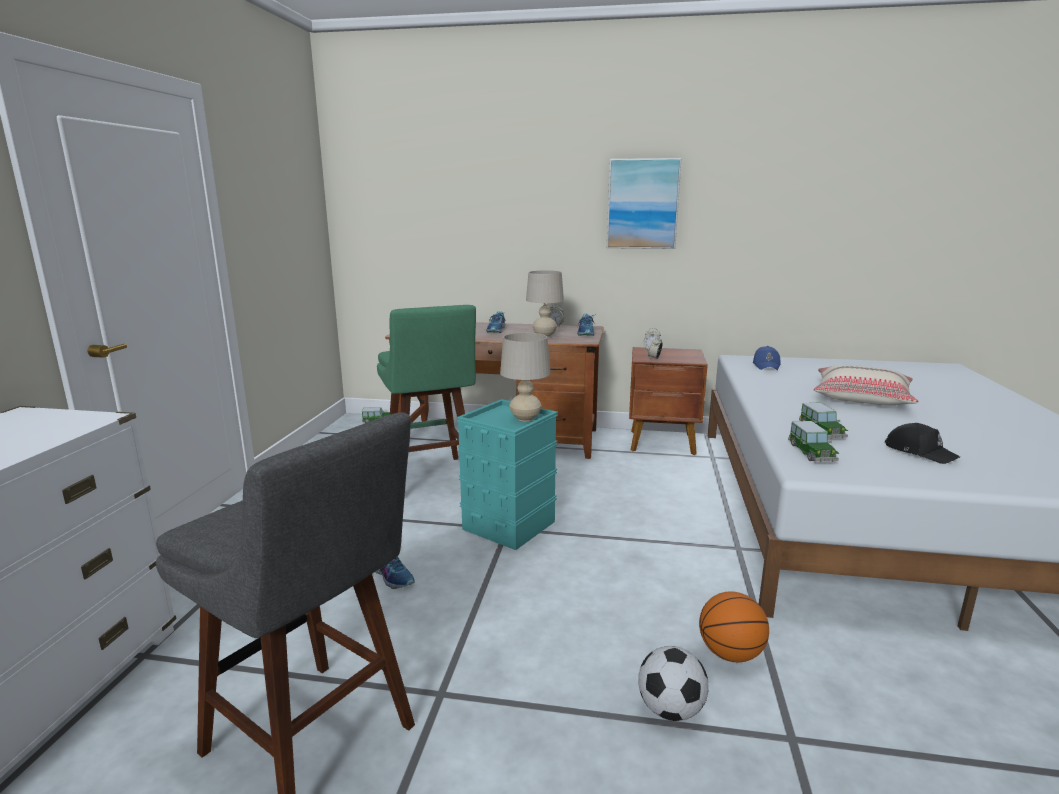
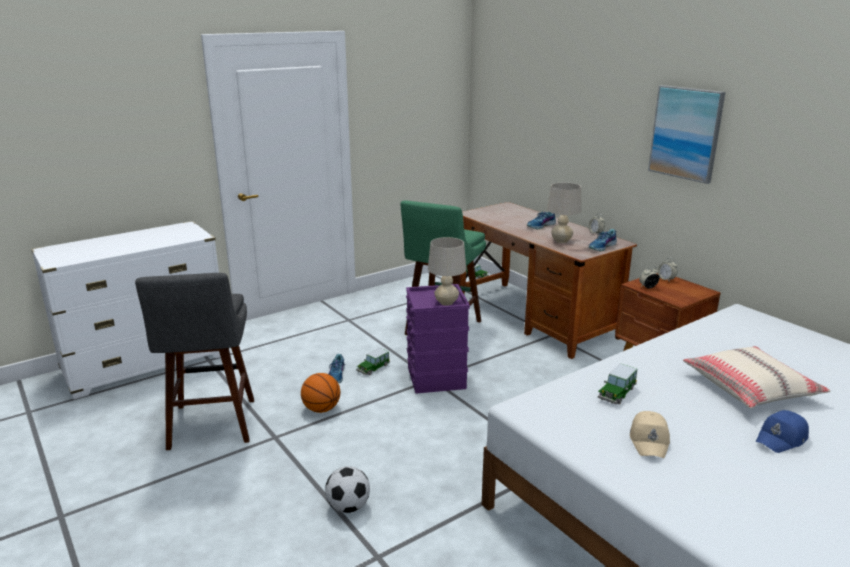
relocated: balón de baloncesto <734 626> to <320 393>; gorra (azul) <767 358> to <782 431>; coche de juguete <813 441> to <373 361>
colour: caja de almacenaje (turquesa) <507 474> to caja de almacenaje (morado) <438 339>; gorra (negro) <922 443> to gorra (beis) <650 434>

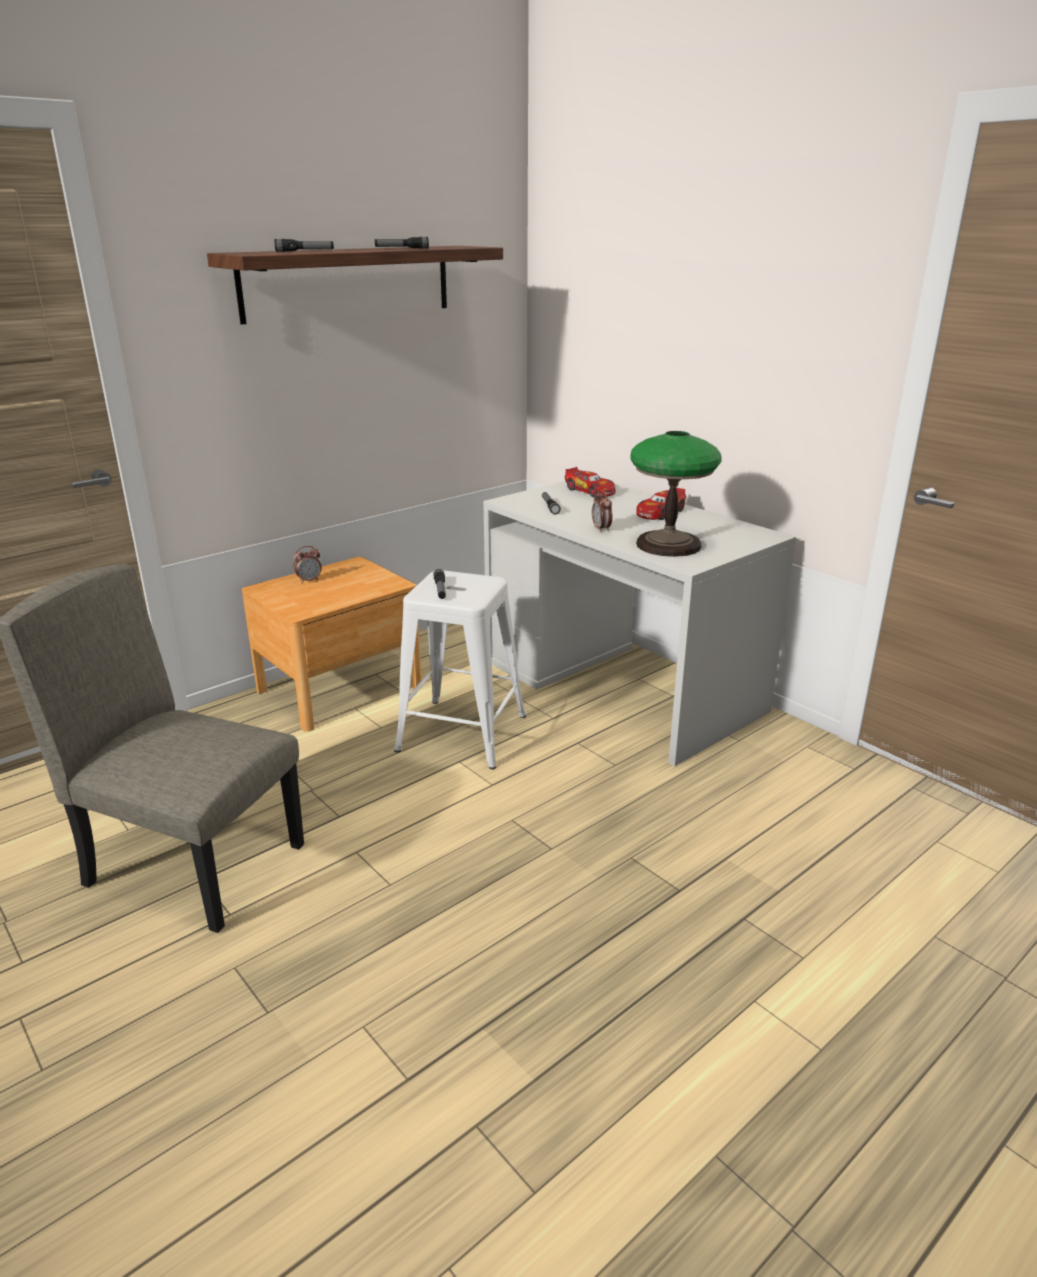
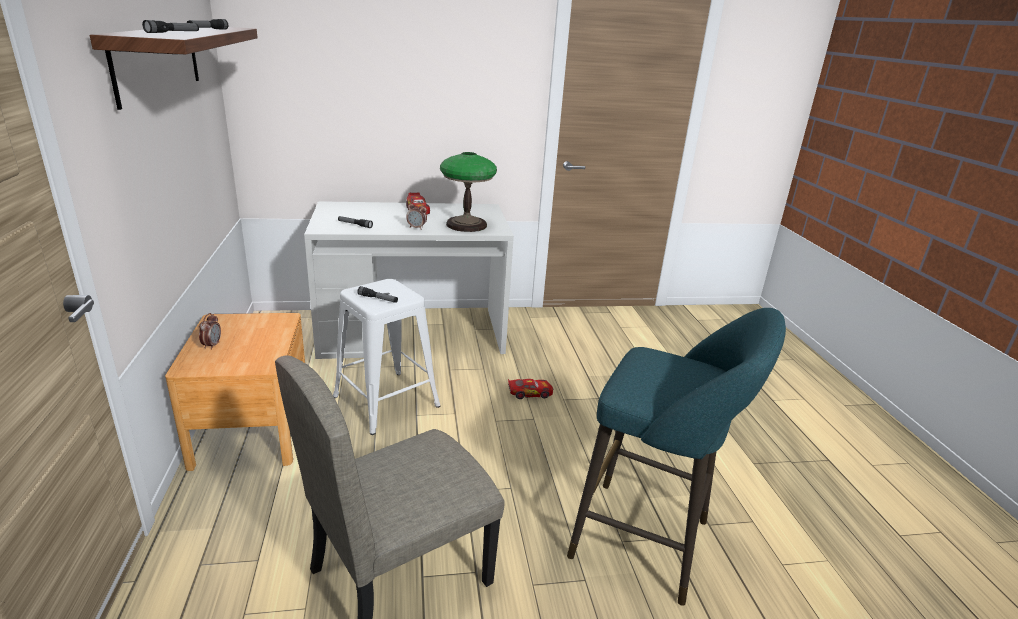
appeared: taburete (turquesa) <676 457>
relocated: coche de juguete <590 482> to <530 389>

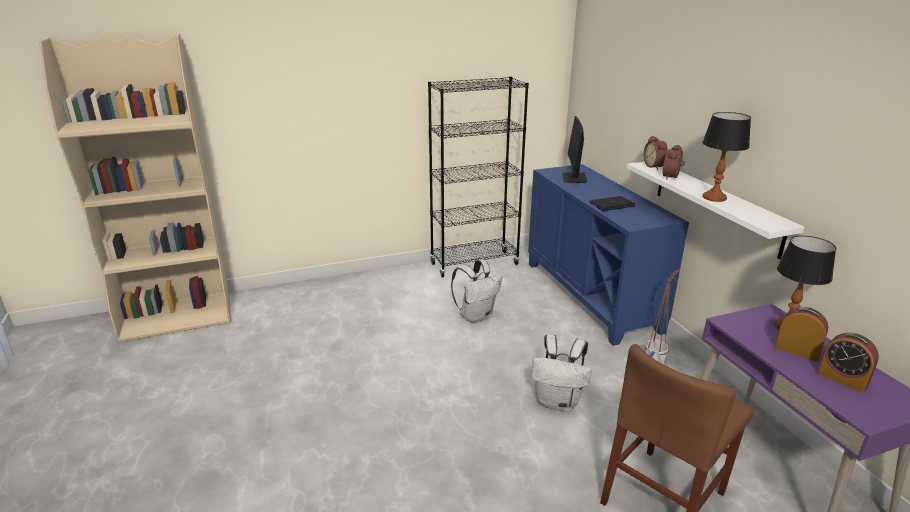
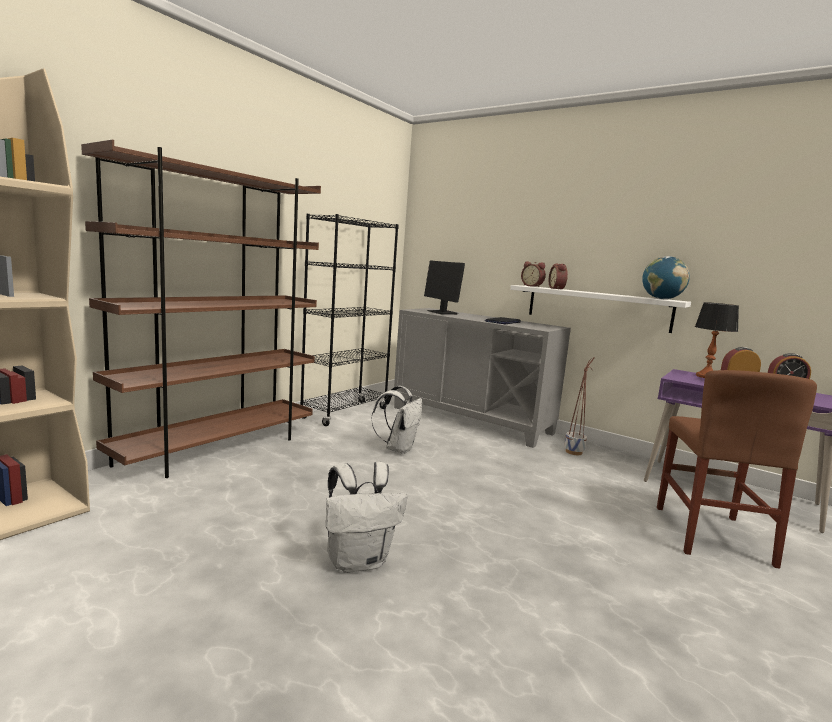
missing: lámpara de mesa <726 157>
appeared: estantería (marrón) <201 309>; globo terráqueo <666 277>
relocated: mochila (blanco) <561 372> to <366 517>
colour: armario (azul) <608 255> to armario (gris) <482 378>

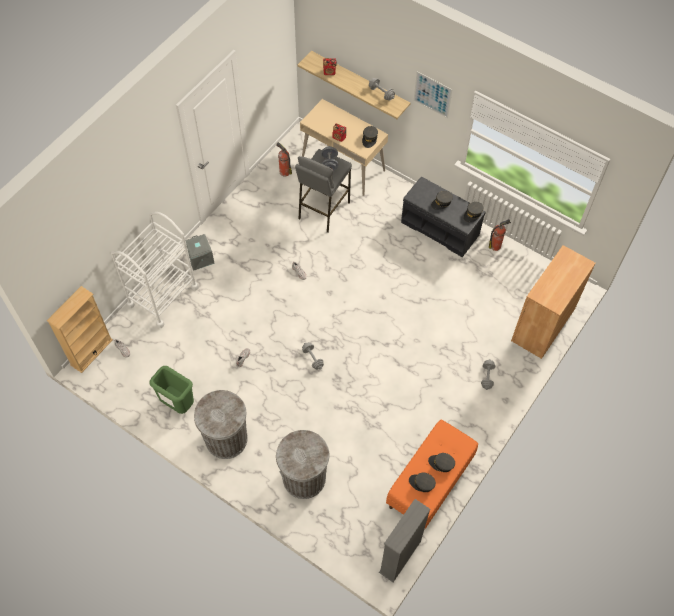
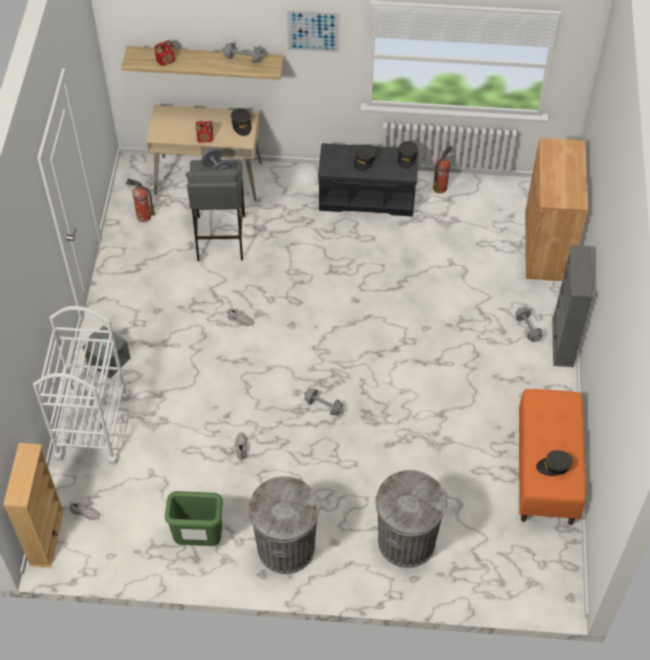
missing: gorra (gris) <441 462>
relocated: estantería (gris) <404 540> to <572 306>

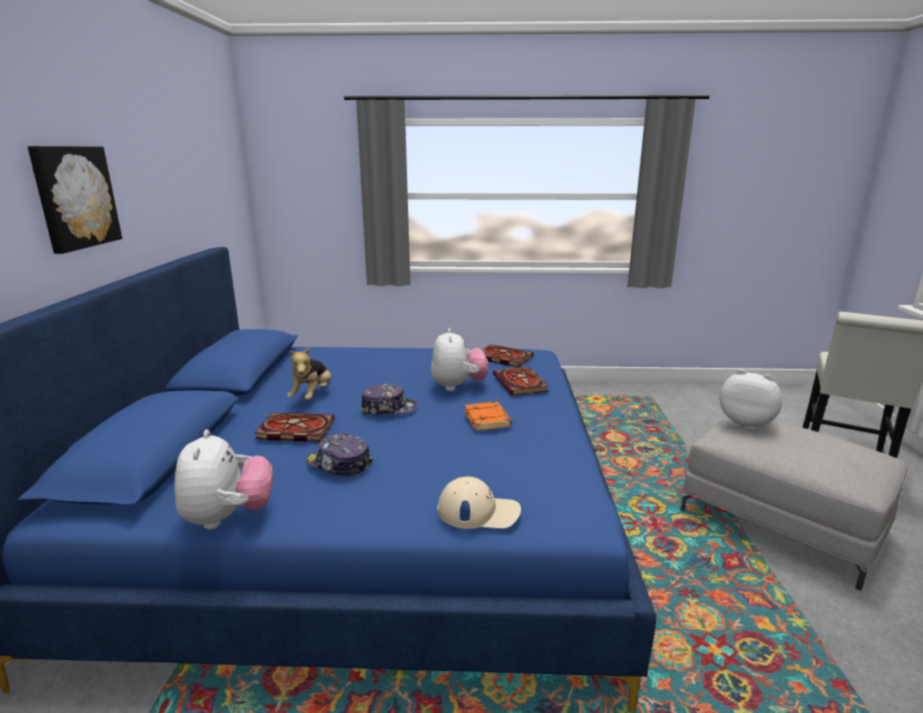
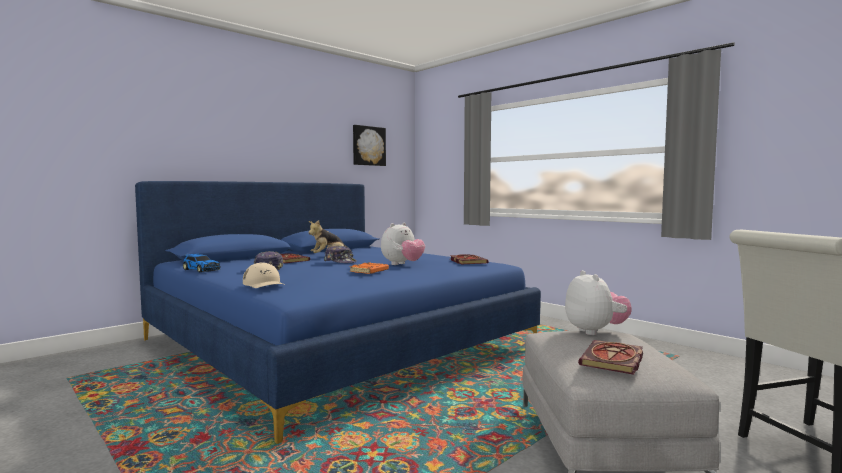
relocated: cuadro <75 200> to <369 145>; libro <521 381> to <610 357>
exchanged: peluche <224 479> to coche de juguete <202 263>

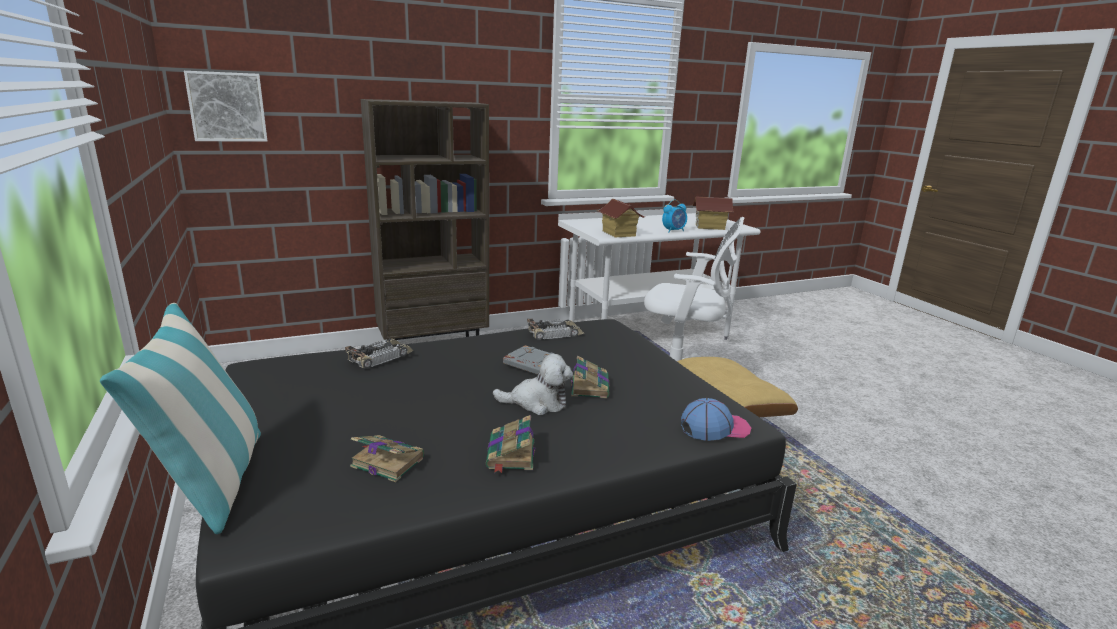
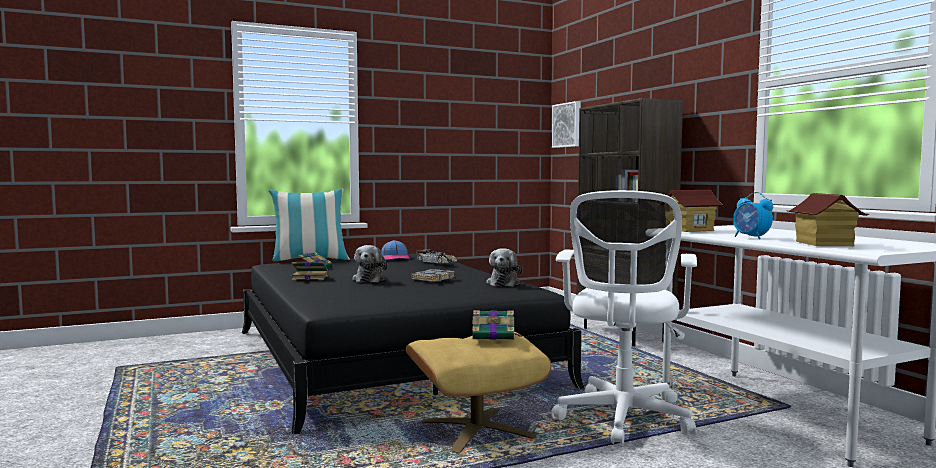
relocated: libro <590 377> to <496 325>; gorra <716 419> to <395 250>
exchanged: coche de juguete <555 329> to peluche <504 267>

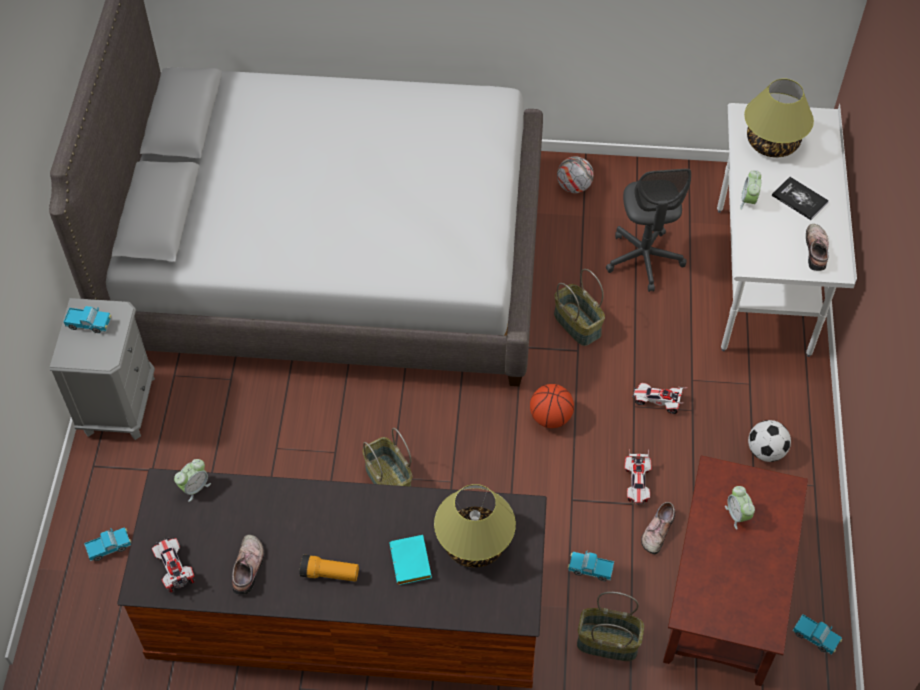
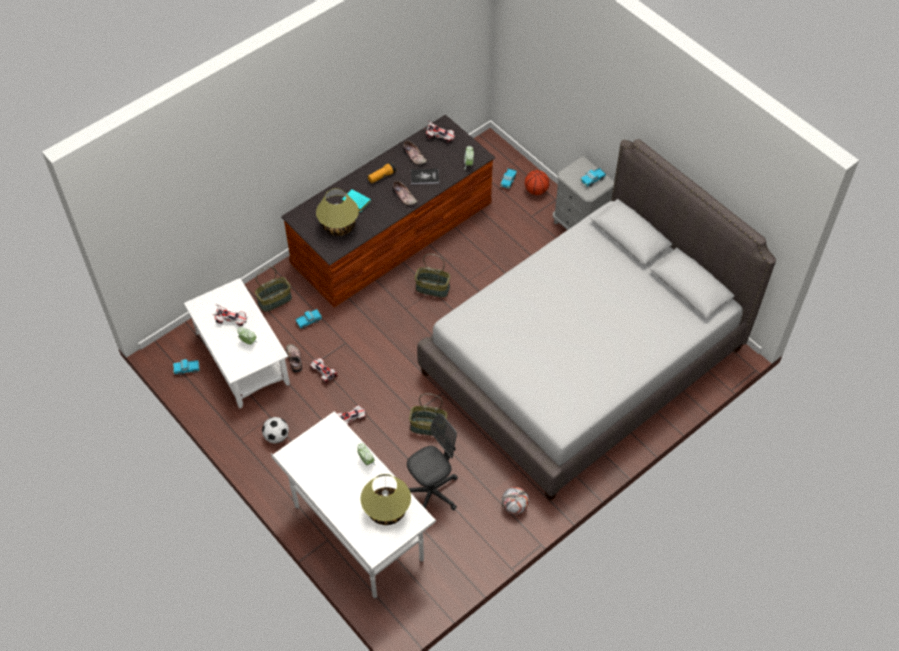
appeared: coche de juguete <230 315>
relocated: balón de baloncesto <552 406> to <537 182>; libro <800 198> to <425 177>; zapato <817 247> to <405 193>
colour: mesa de centro (marrón) <735 570> to mesa de centro (blanco) <237 343>
spun: silla de oficina (gris) <648 230> = <432 462> 105 degrees clockwise

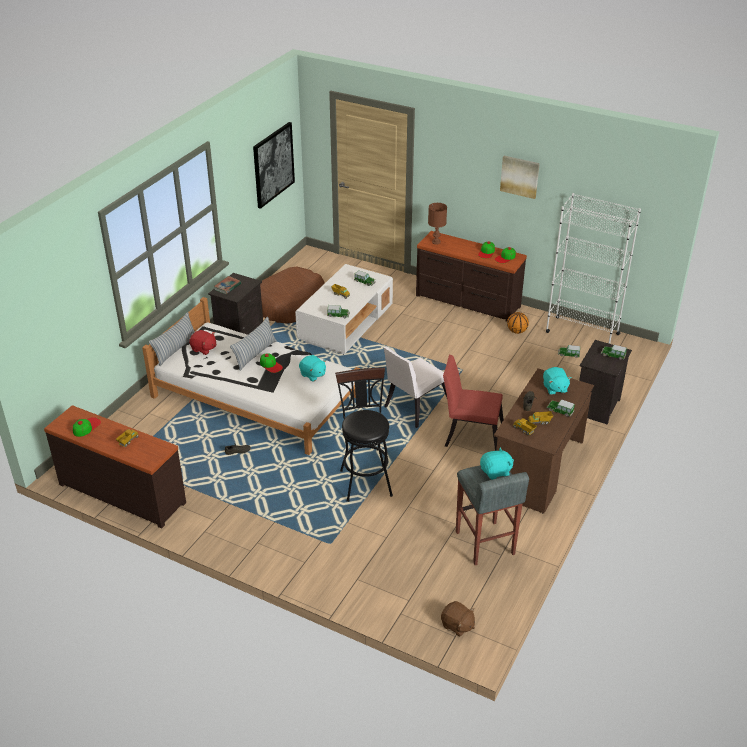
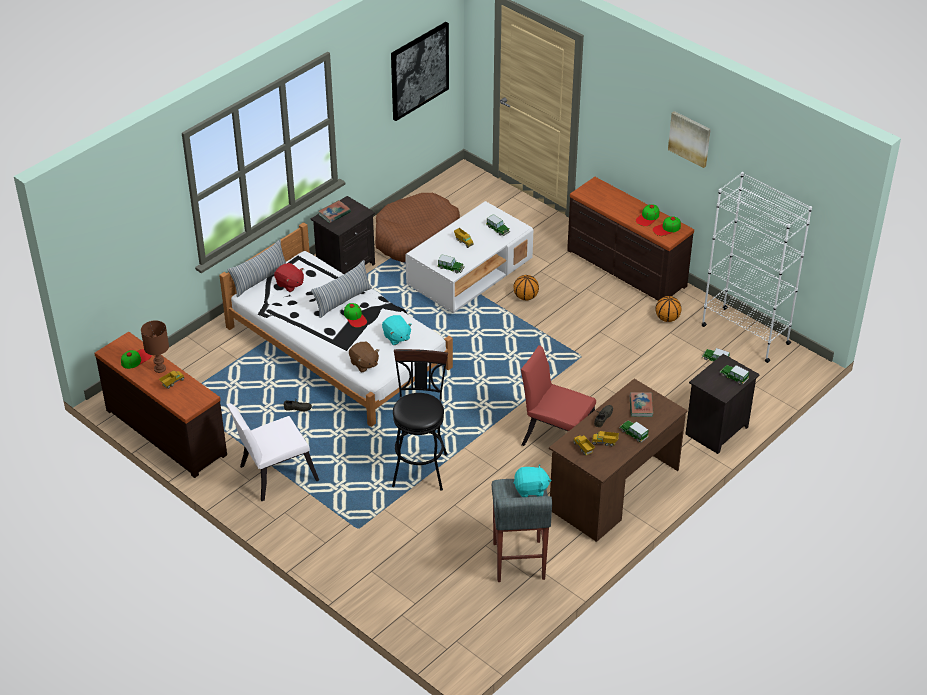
appeared: balón de baloncesto <526 287>
relocated: silla (blanco) <415 387> to <273 452>; lámpara de mesa (marrón) <437 224> to <155 346>; peluche (marrón) <458 619> to <364 356>
exchanged: peluche (turquesa) <557 381> to libro <641 404>

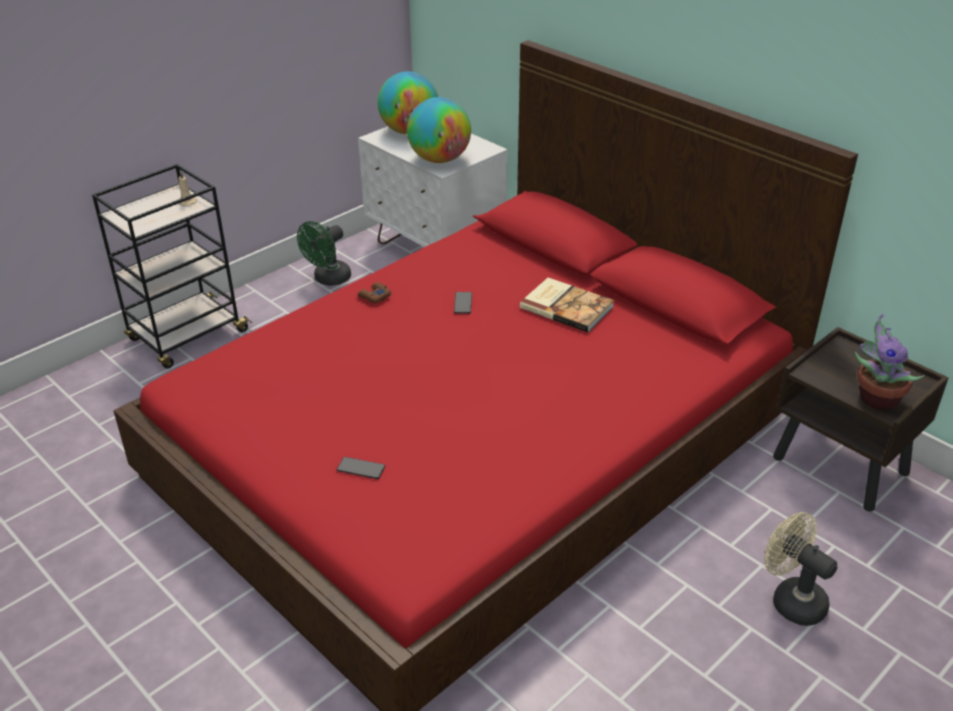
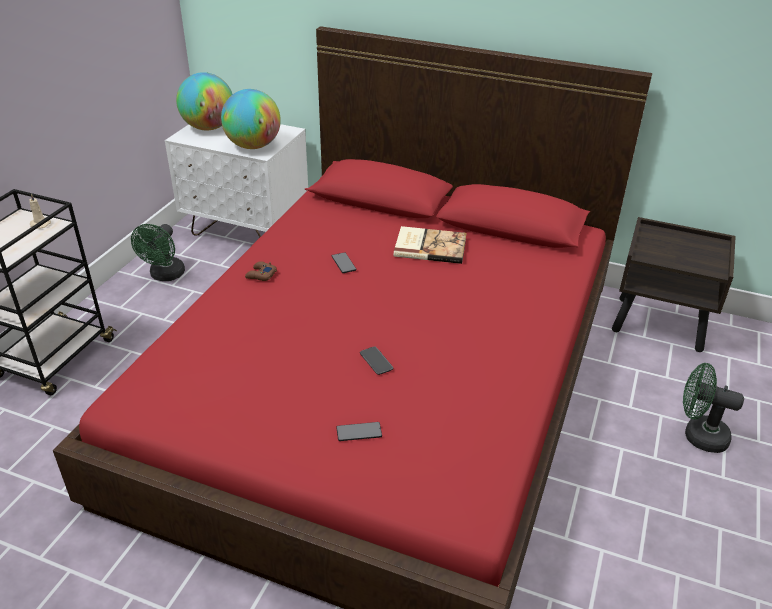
missing: planta en maceta <890 362>
appeared: móvil <377 360>
colour: ventilador (beis) <800 569> to ventilador (verde) <713 408>

